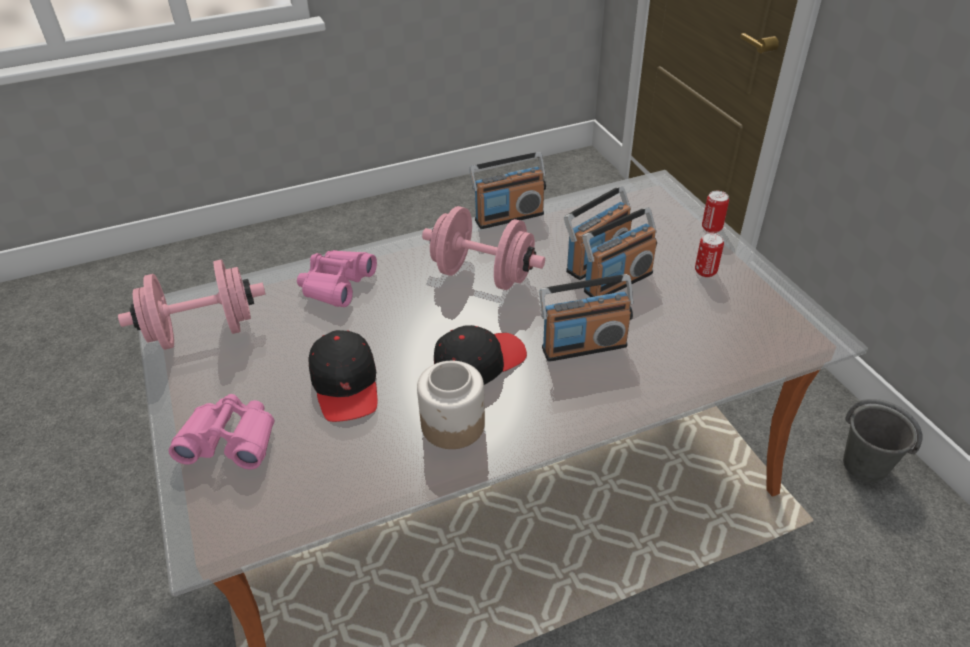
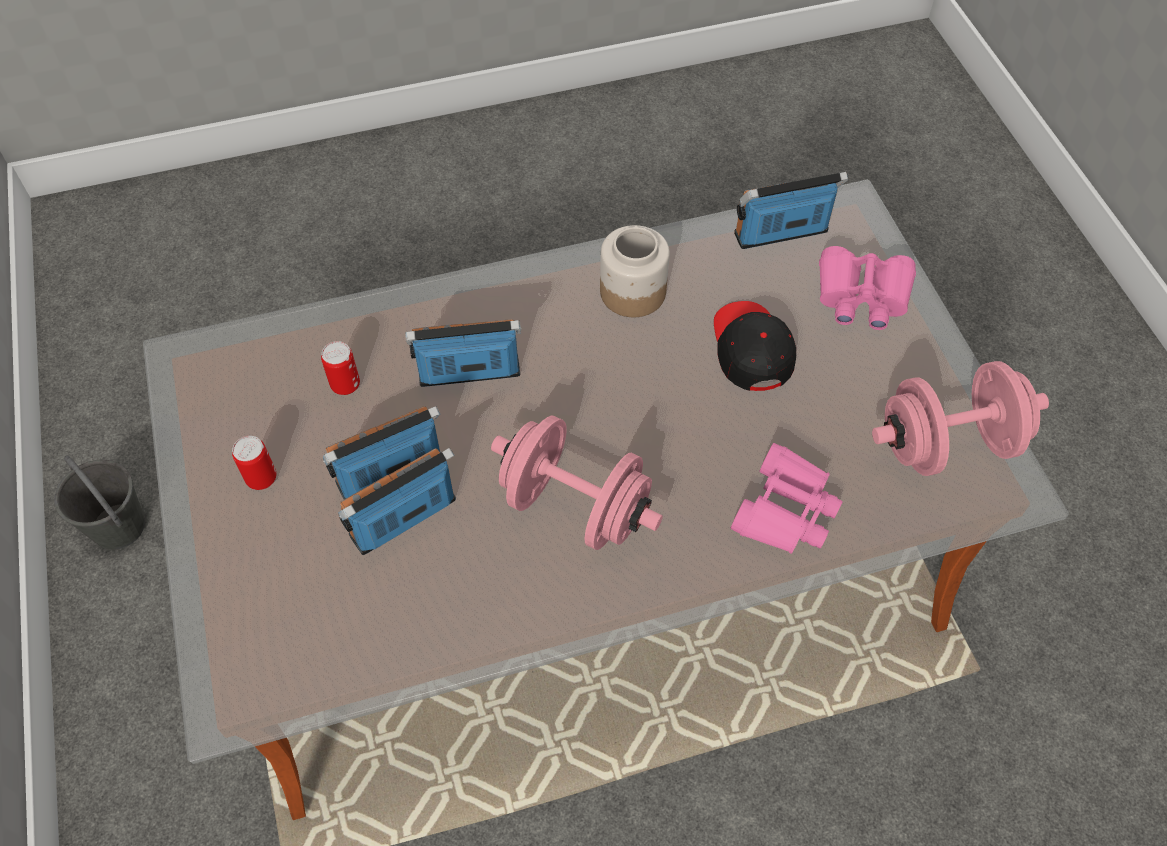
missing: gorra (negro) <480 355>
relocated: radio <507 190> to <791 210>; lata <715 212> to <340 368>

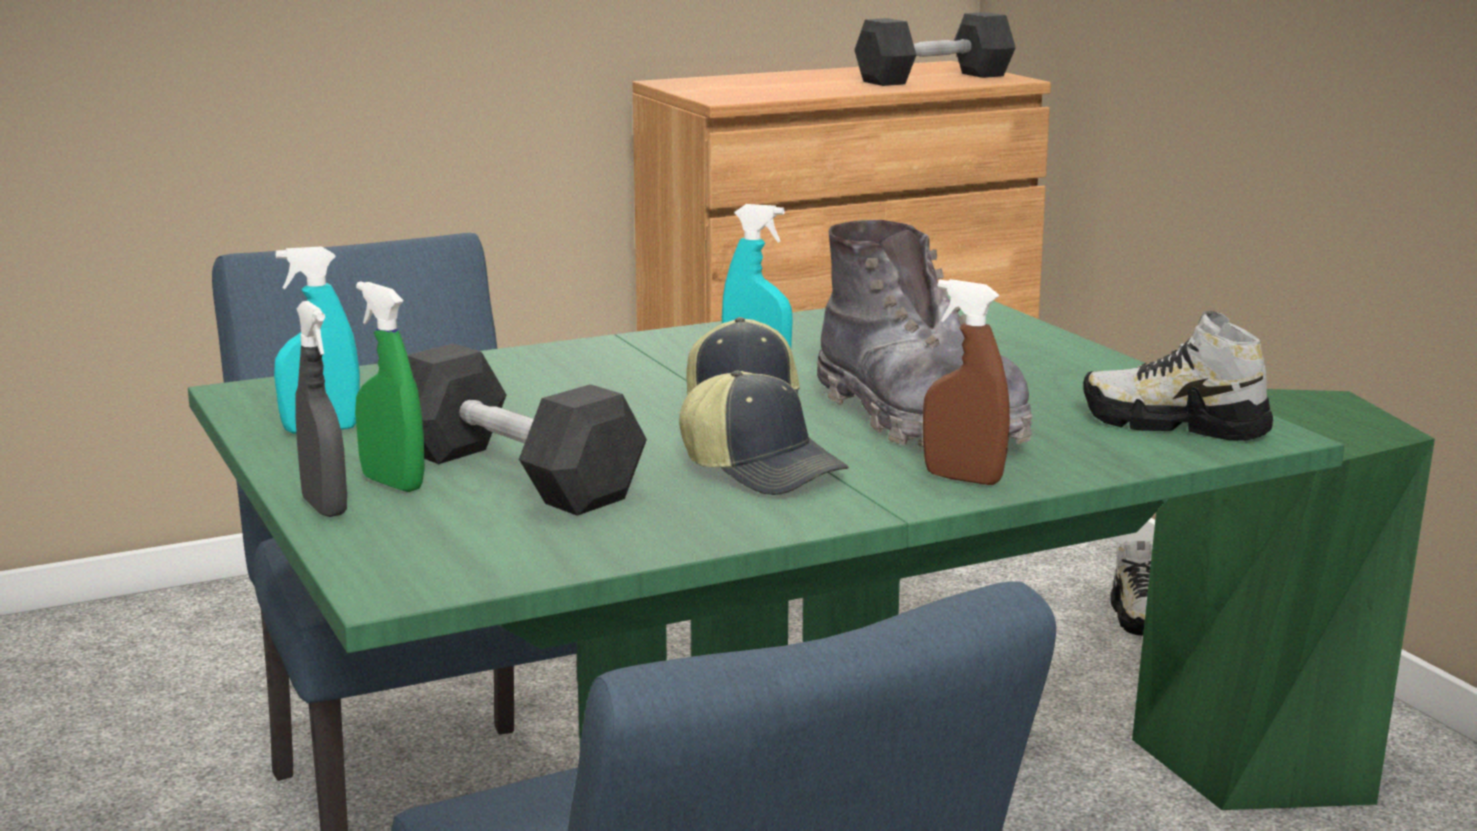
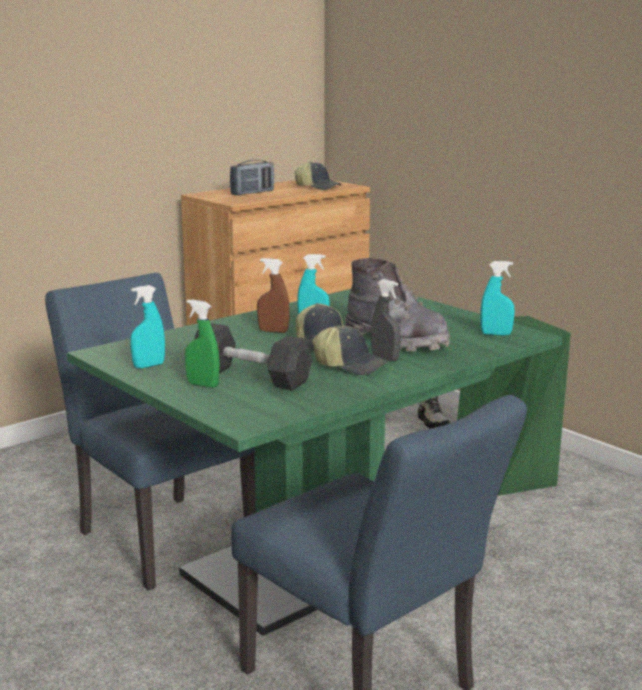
appeared: radio <252 177>
relocated: pulverizador (gris) <321 409> to <386 320>; pulverizador (marrón) <966 382> to <273 295>
exchanged: mancuerna (gris) <935 49> to gorra <318 175>; zapato <1178 376> to pulverizador (turquesa) <497 298>

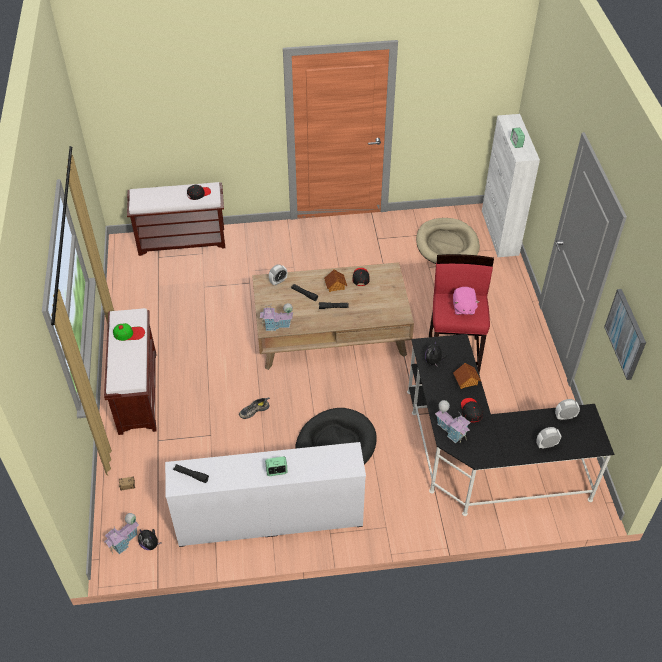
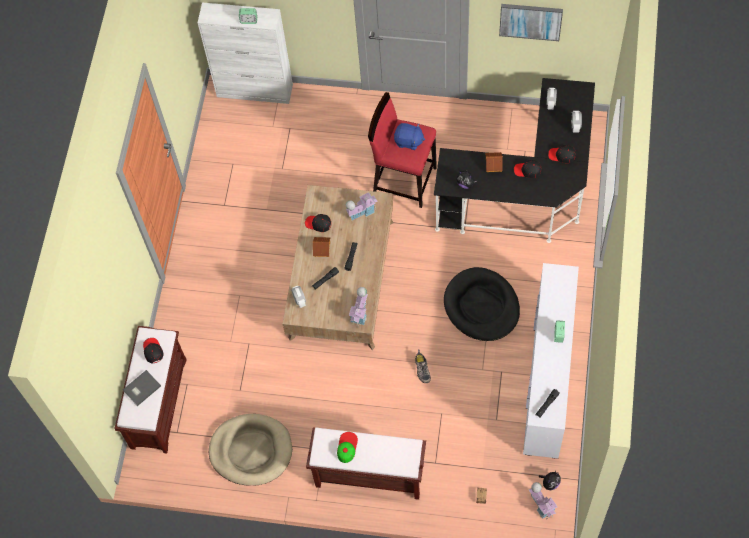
appeared: libro (gris) <142 388>; gorra (negro) <562 154>
relocated: cama para perro (beis) <448 241> to <250 450>; casita <452 421> to <362 206>
colour: peluche (rosa) <466 301> to peluche (azul) <409 136>

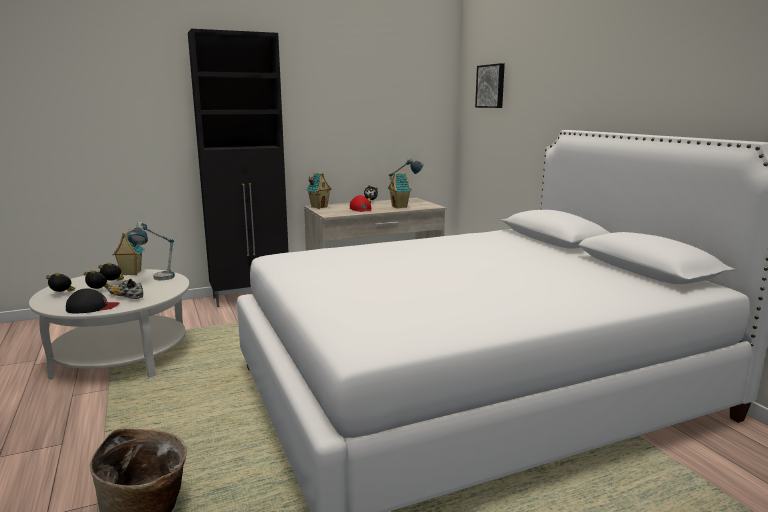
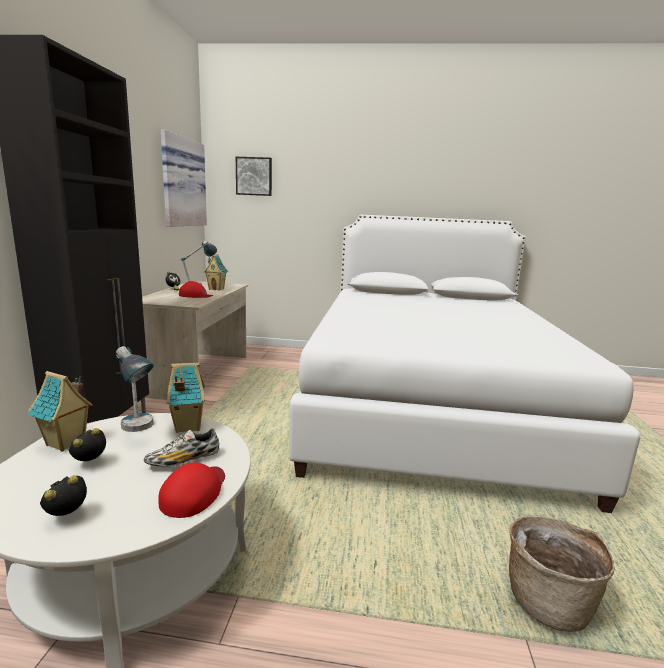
missing: despertador <97 279>
appeared: cuadro <184 178>
relocated: casita <319 190> to <186 398>
colour: gorra (negro) <92 300> to gorra (rojo) <191 490>

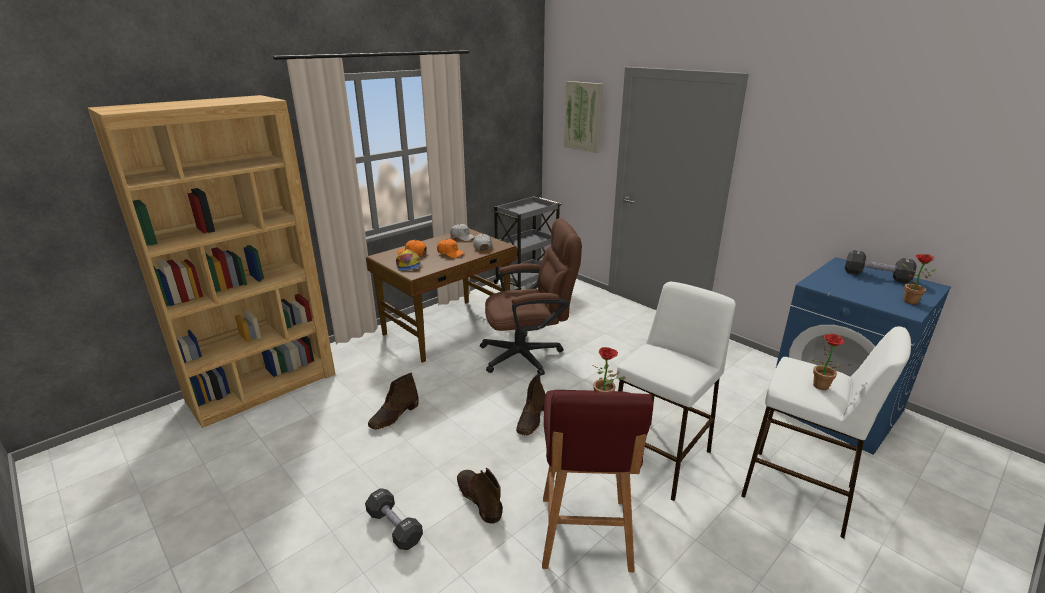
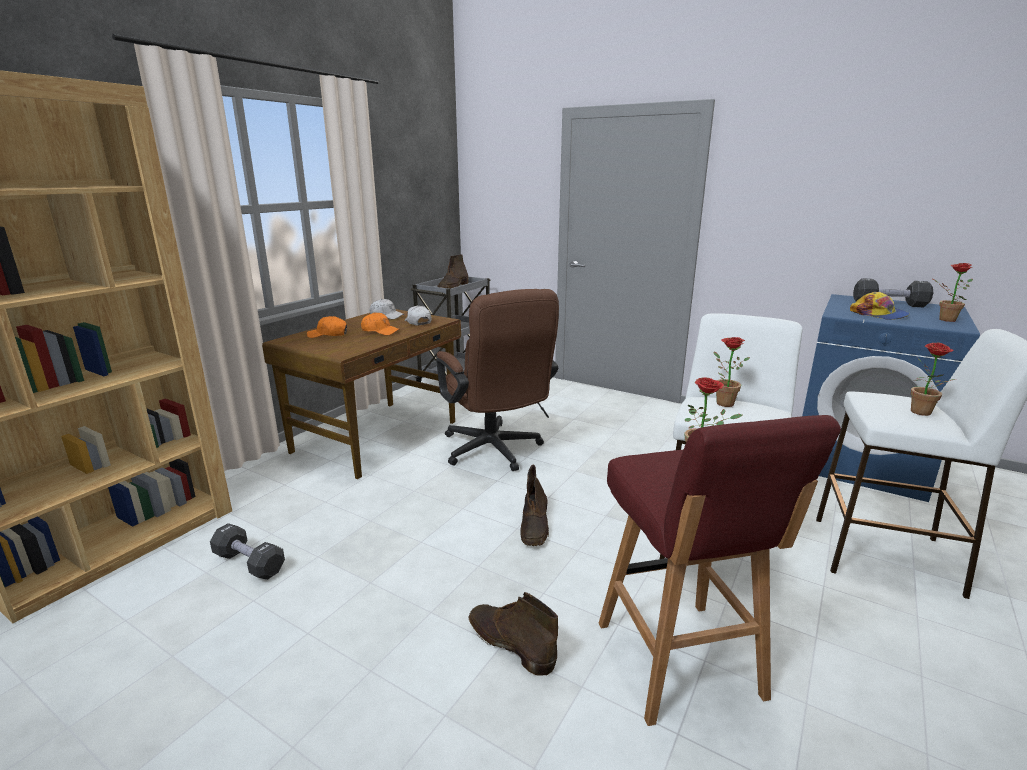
missing: cuadro <583 117>
appeared: planta en maceta <732 372>
relocated: mancuerna (negro) <394 519> to <247 551>; bota (marrón) <393 401> to <453 271>; gorra <408 260> to <879 306>
spun: silla de oficina (marrón) <531 297> = <497 380> 90 degrees clockwise

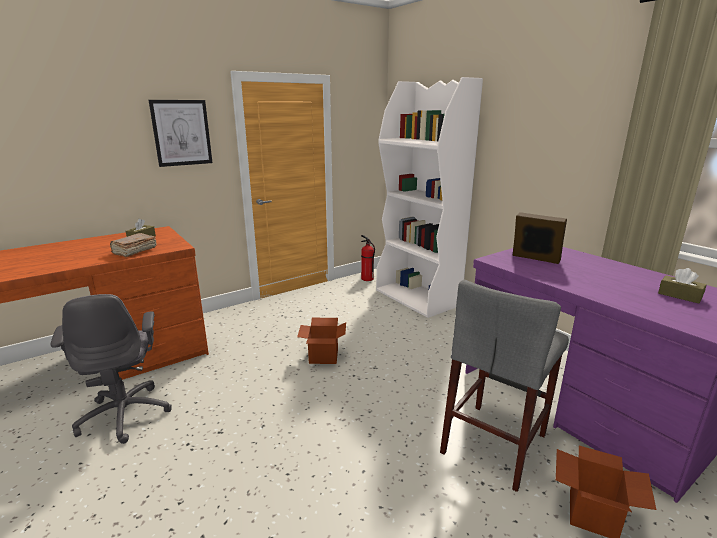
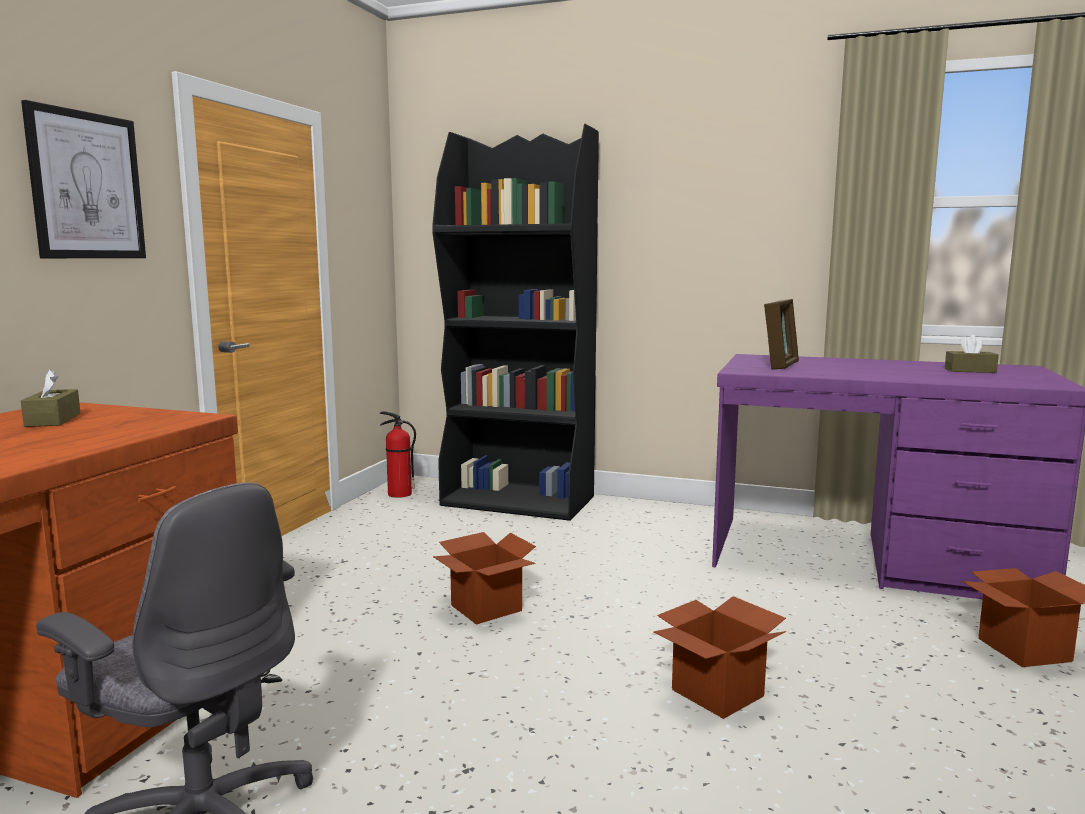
missing: libro (marrón) <133 245>; taburete (gris) <504 386>
appeared: caja de cartón <720 657>
colour: estantería (blanco) <429 197> to estantería (negro) <515 322>
spun: portarretratos <540 238> = <781 334> 120 degrees clockwise

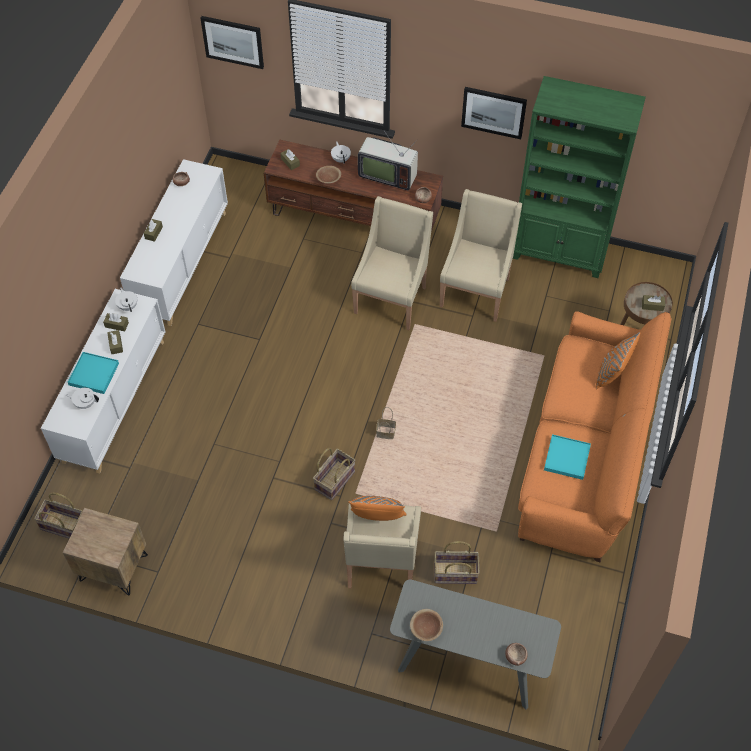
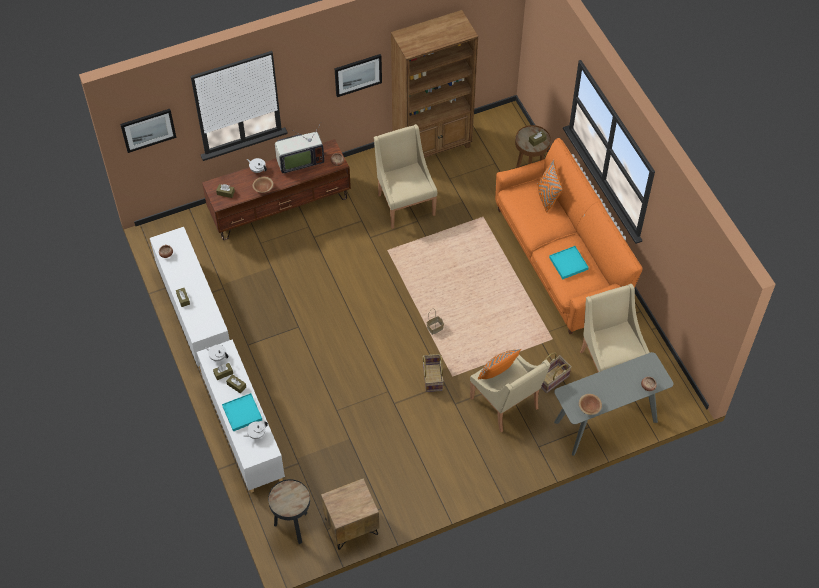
relocated: sillón (beis) <392 263> to <615 328>
exchanged: cesta <58 515> to mesa auxiliar (negro) <289 511>
colour: estantería (verde) <579 177> to estantería (marrón) <434 84>

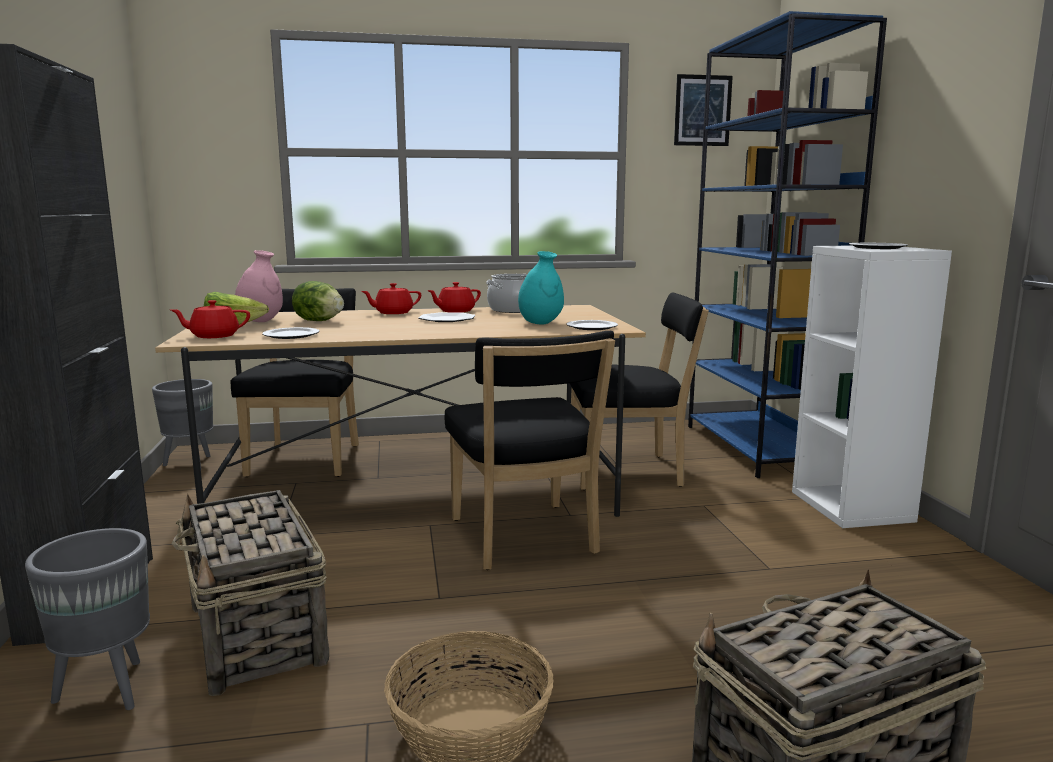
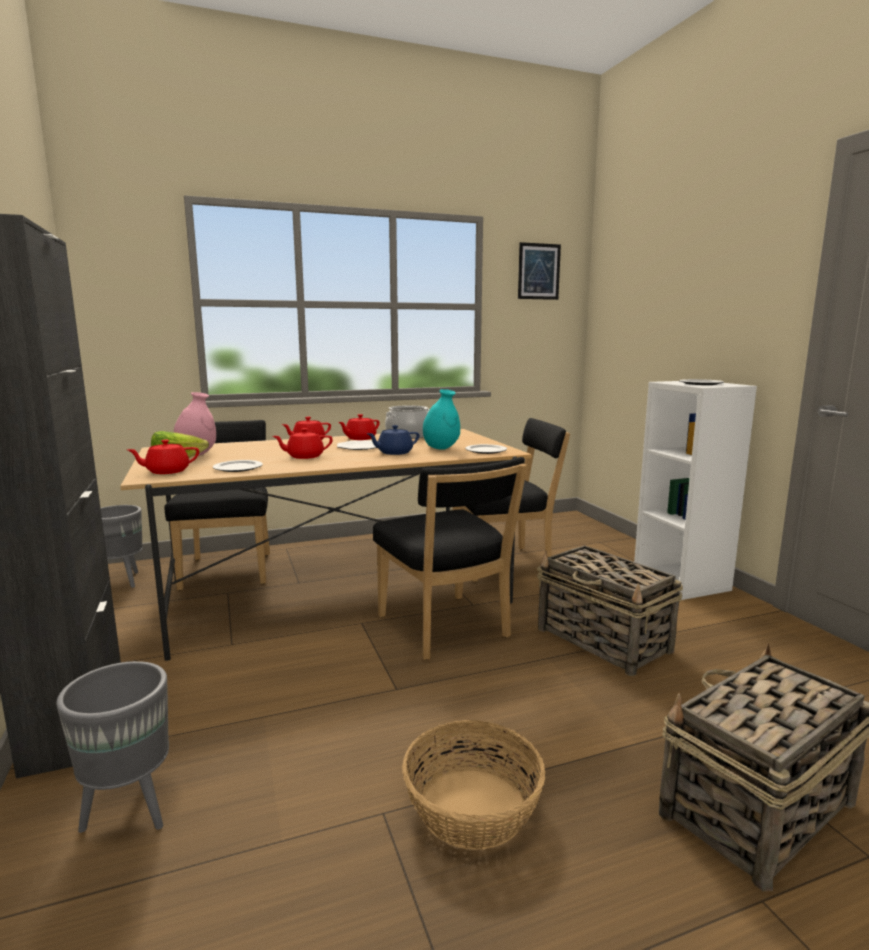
missing: lechuga <318 301>; estantería (azul) <787 244>
appeared: tetera (rojo) <303 443>; tetera (azul) <393 440>
relocated: cesta <250 593> to <610 610>

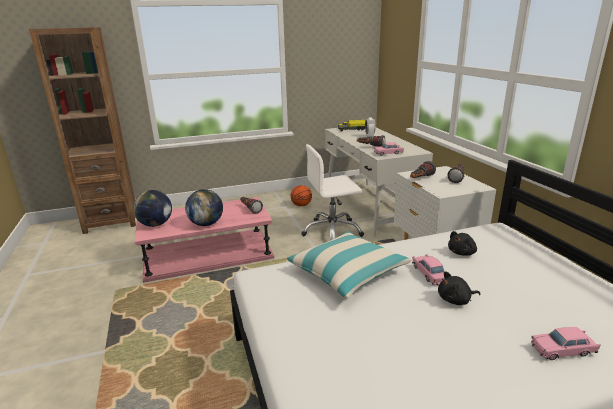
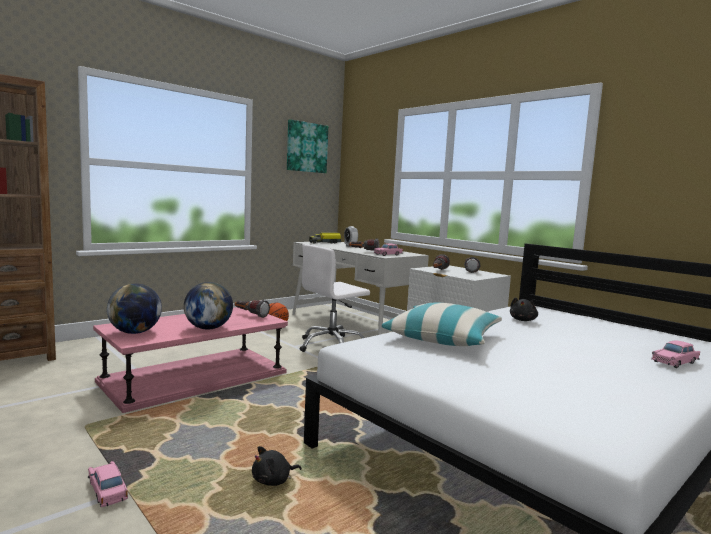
appeared: cuadro <307 146>
relocated: coche de juguete (rosa) <428 269> to <108 484>; peluche (negro) <459 288> to <277 466>

